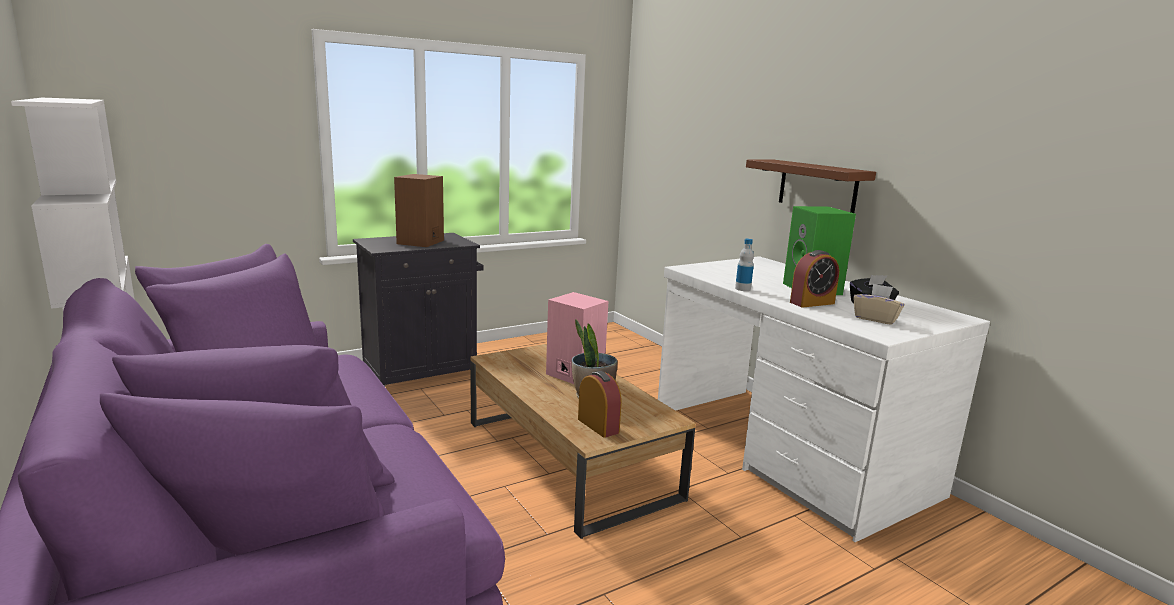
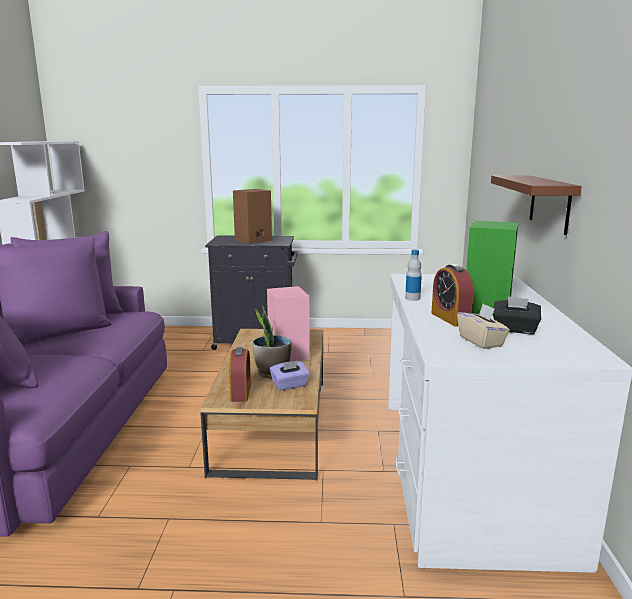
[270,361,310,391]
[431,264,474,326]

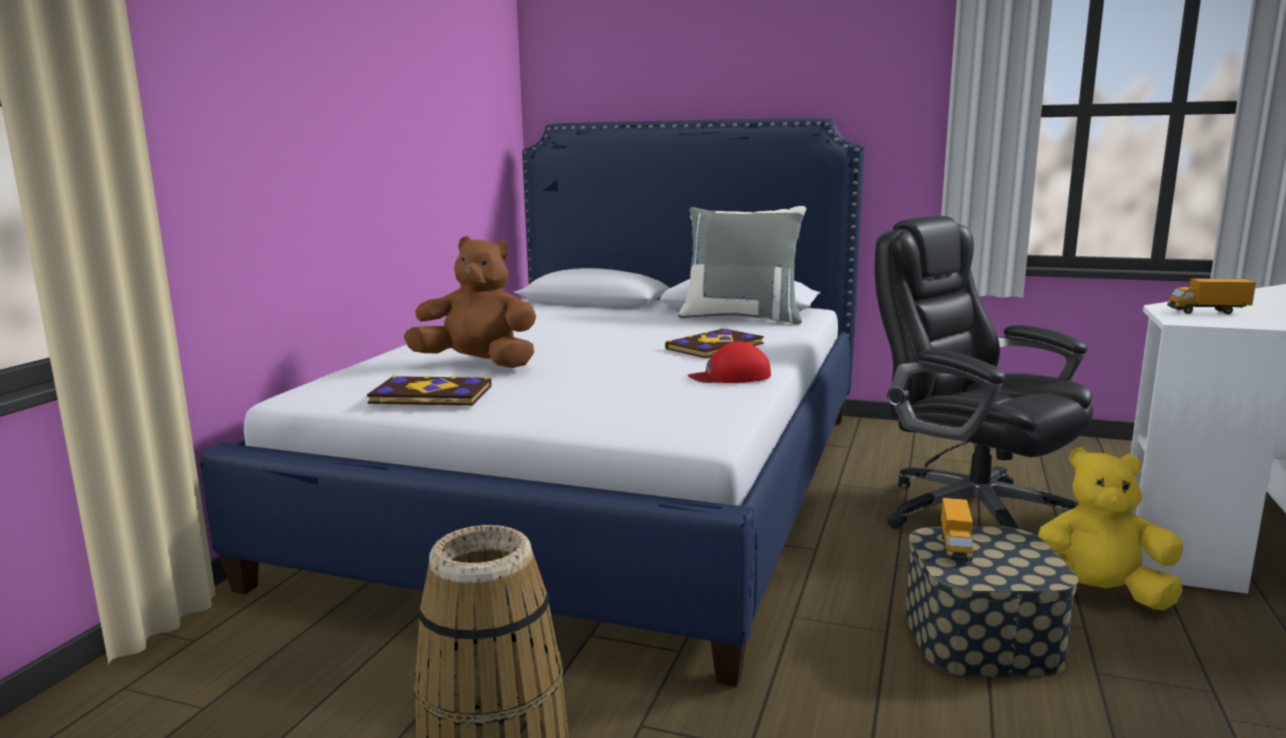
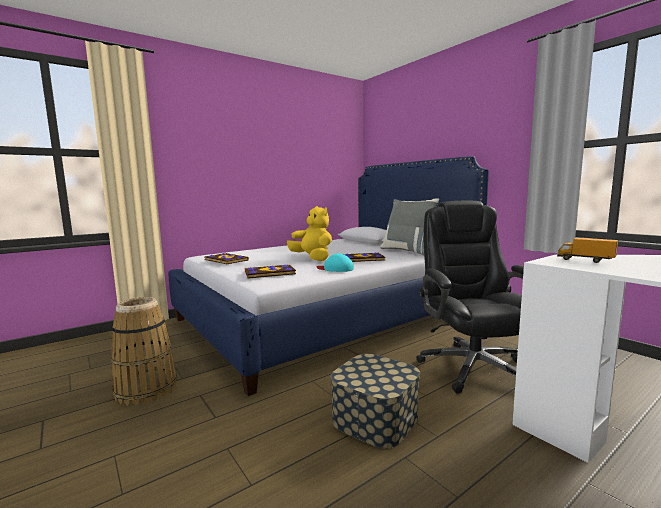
[245,264,296,279]
[287,206,332,261]
[317,253,354,272]
[404,236,536,368] (first image)
[941,498,973,561] (first image)

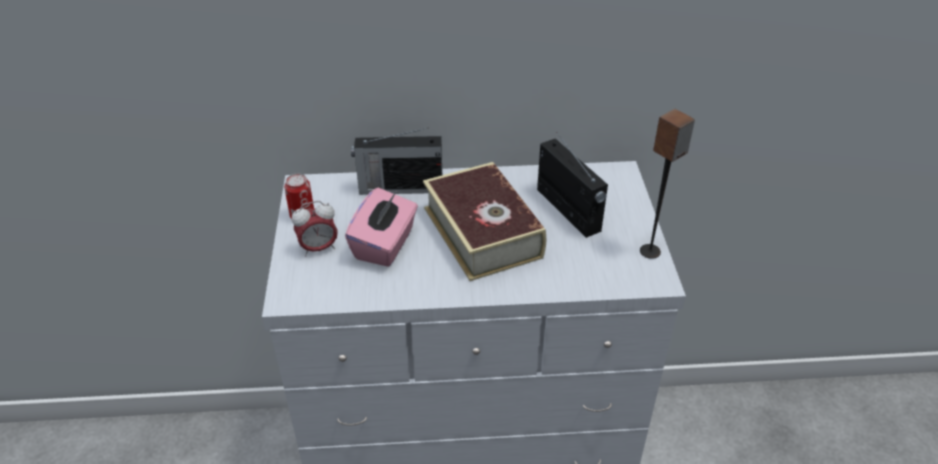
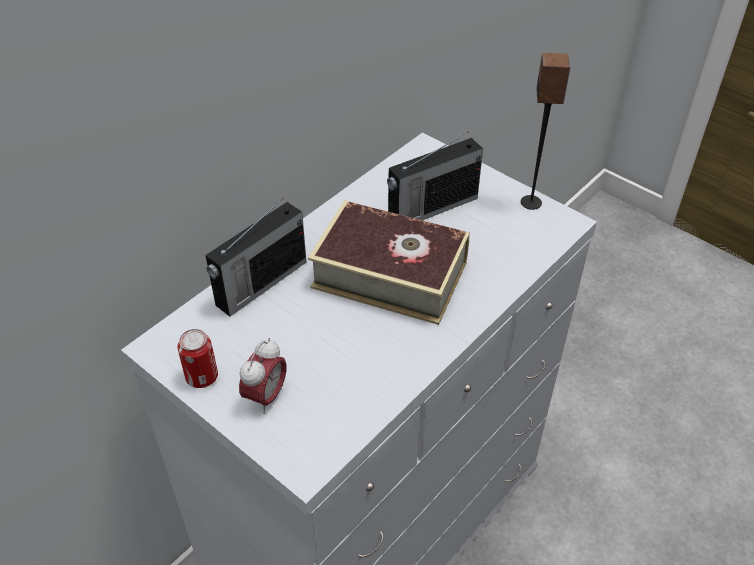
[387,132,483,220]
[345,188,418,267] (first image)

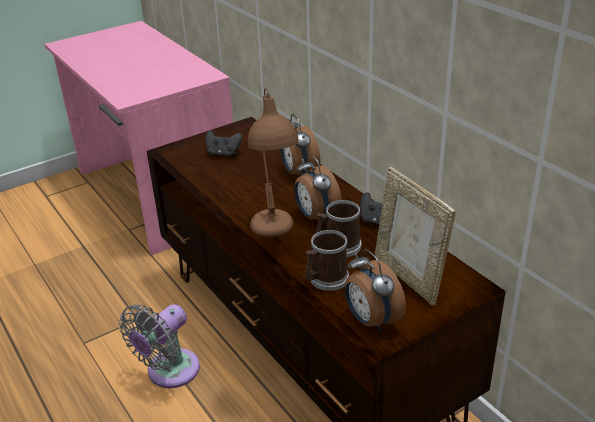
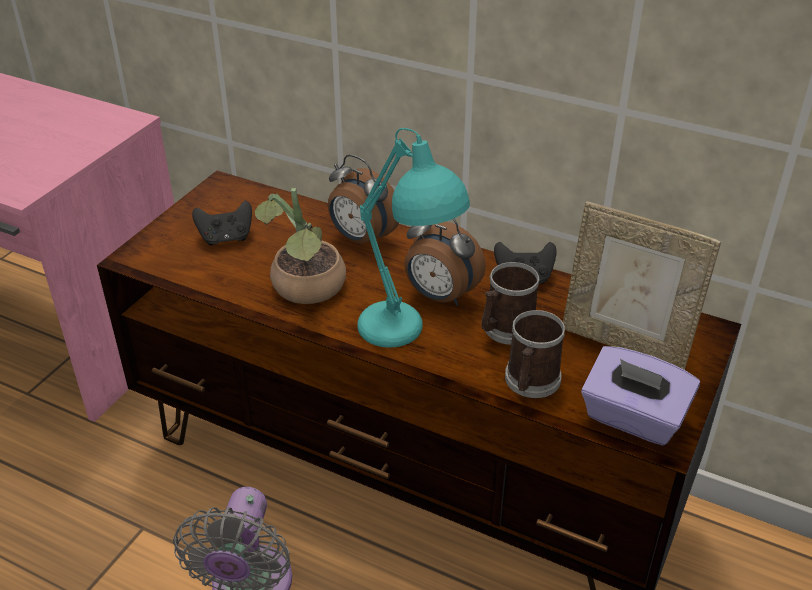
[255,188,346,304]
[357,128,470,348]
[581,346,700,446]

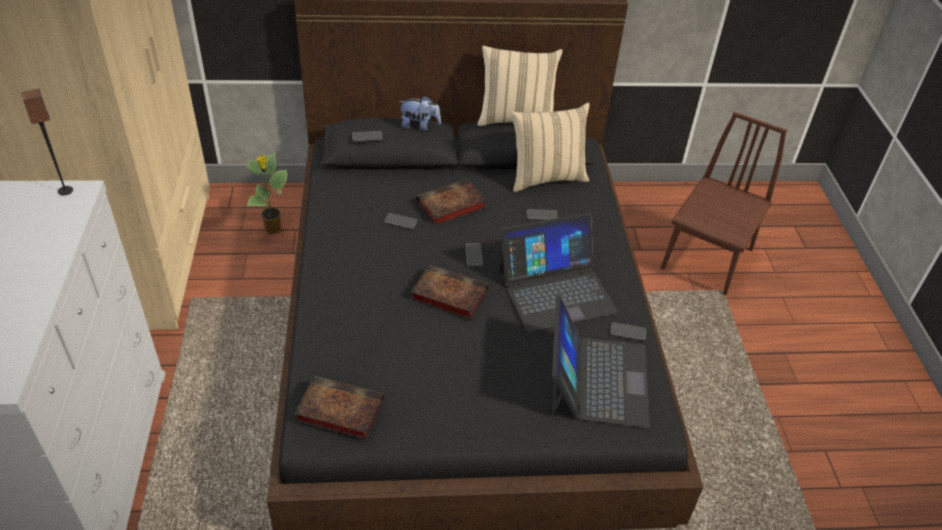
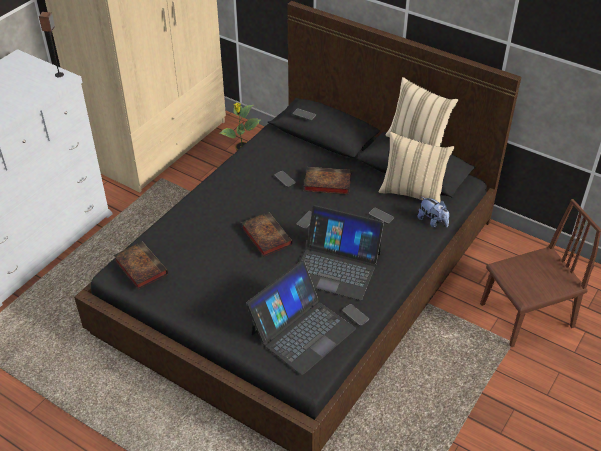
[418,197,449,228]

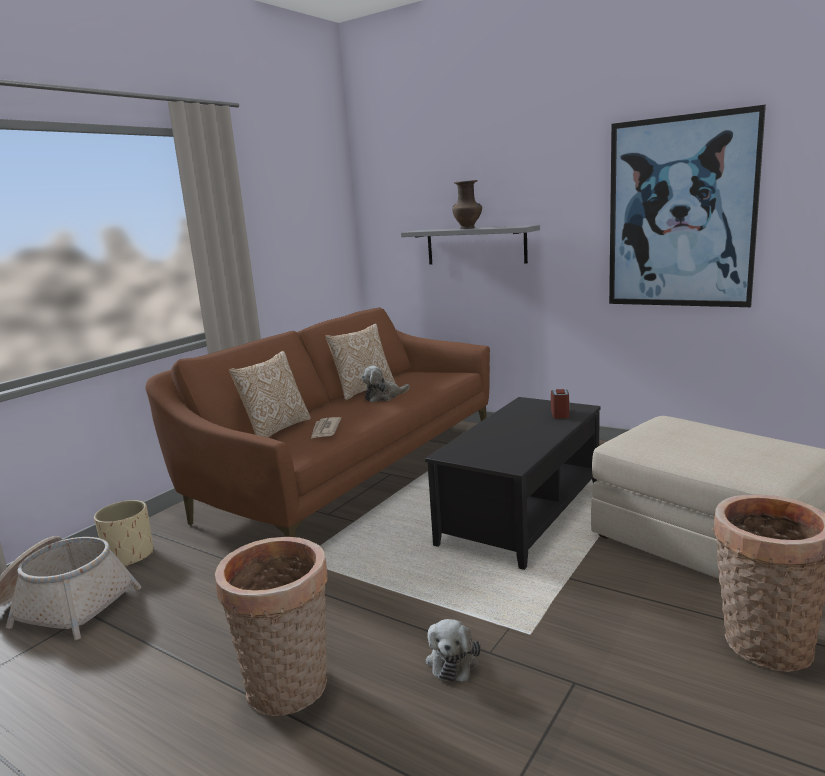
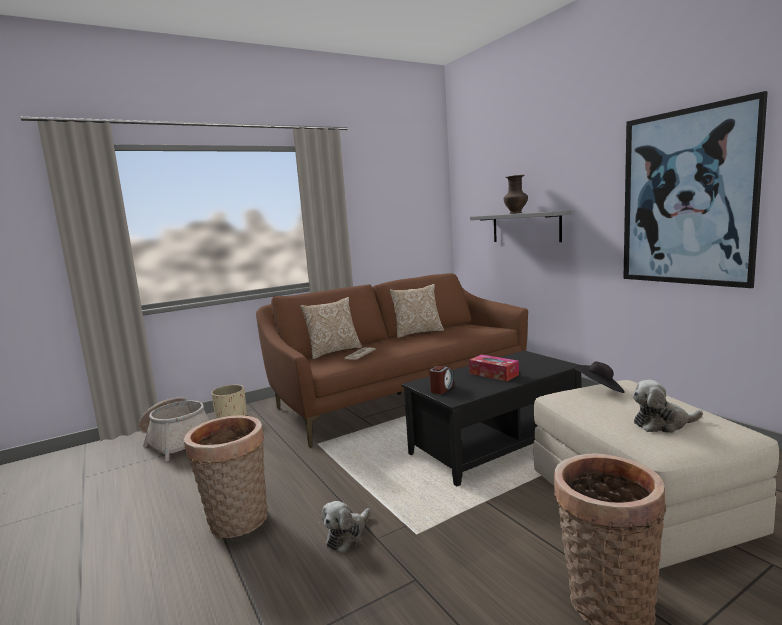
[429,366,454,394]
[469,354,519,381]
[574,361,625,393]
[632,380,703,433]

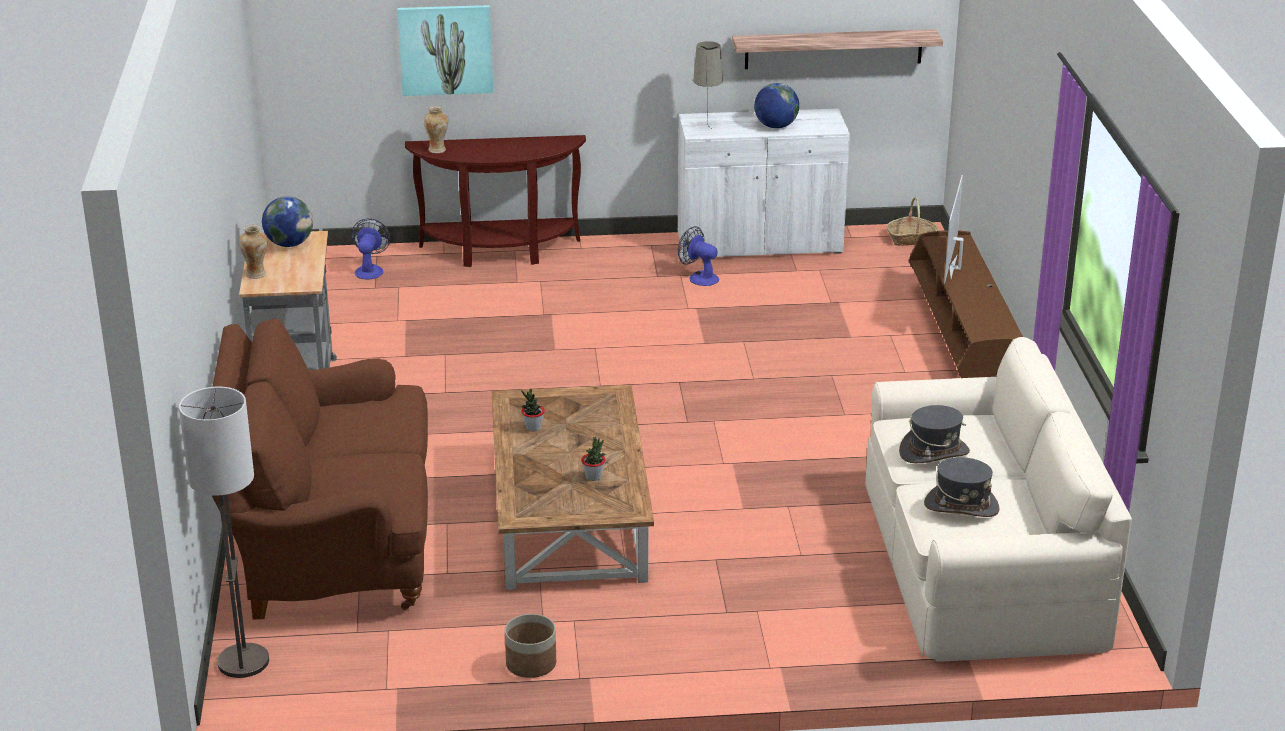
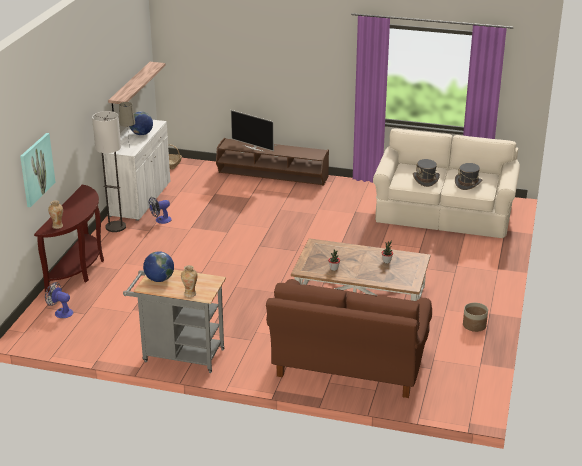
[92,111,126,232]

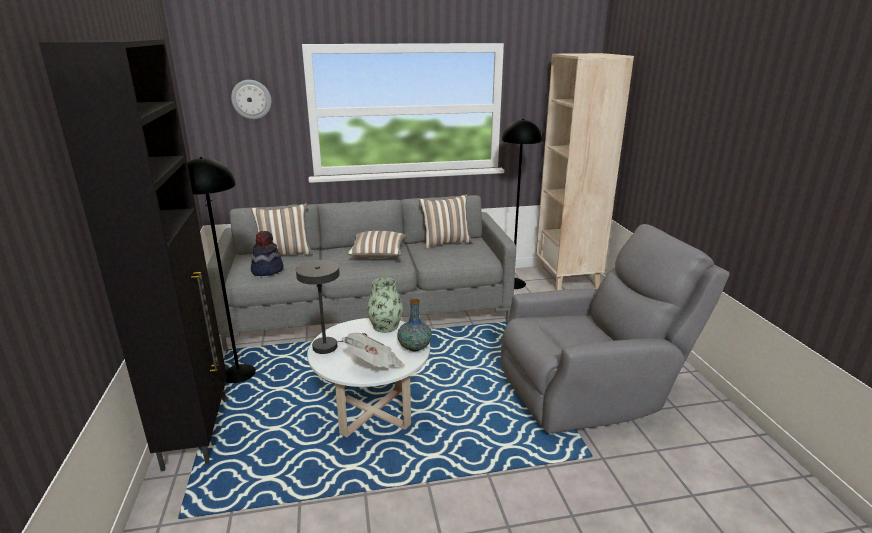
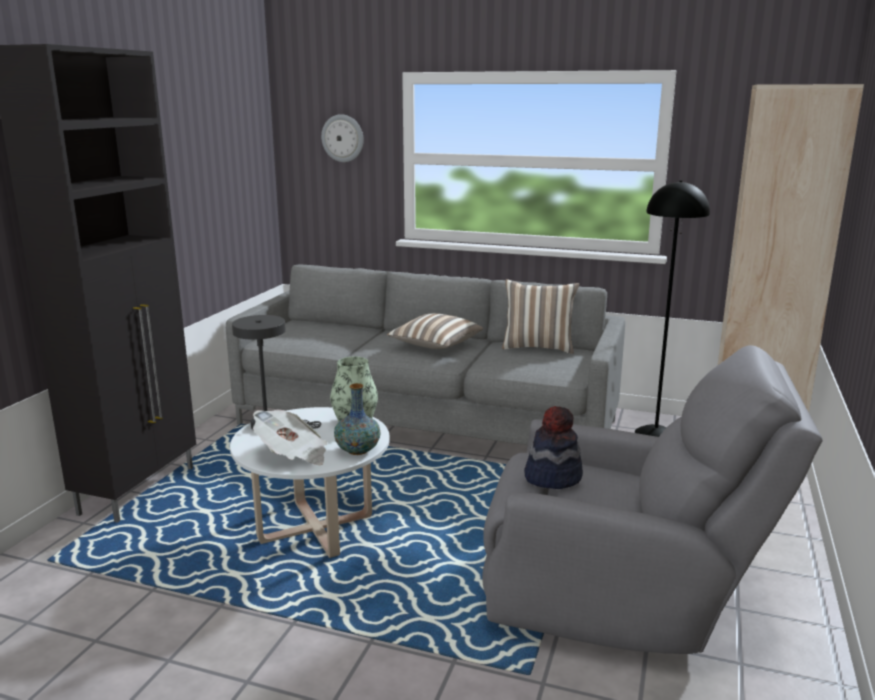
[524,406,583,489]
[187,157,256,383] (first image)
[251,203,313,255] (first image)

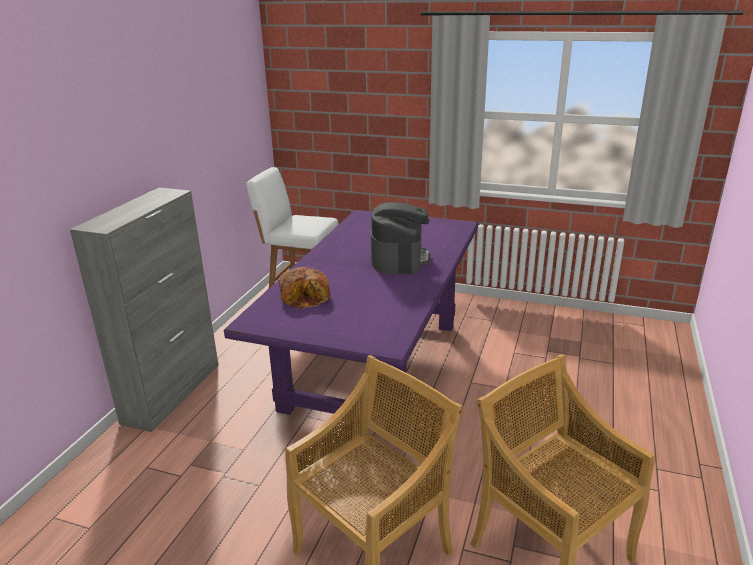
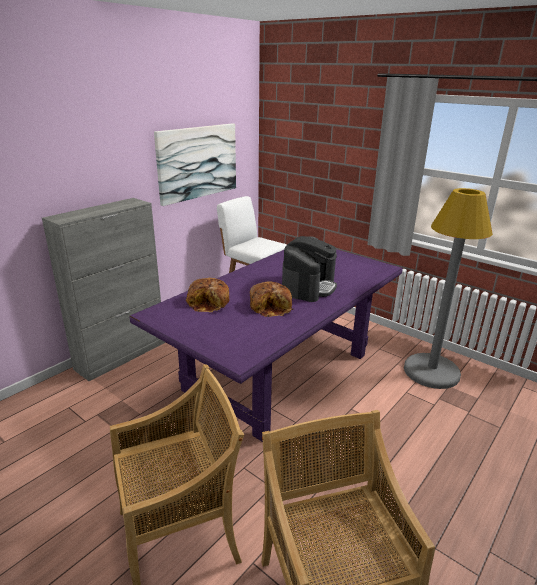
[154,123,236,206]
[250,281,293,317]
[404,188,493,389]

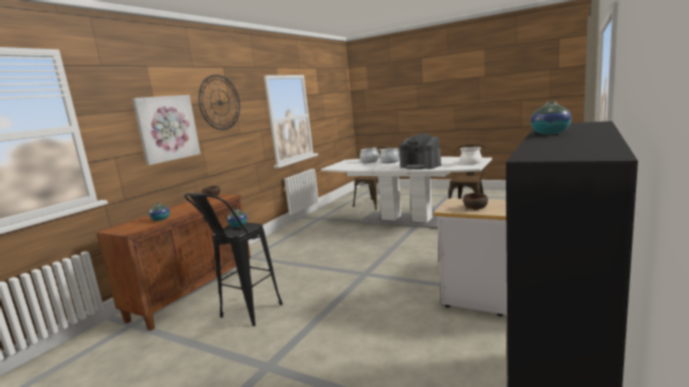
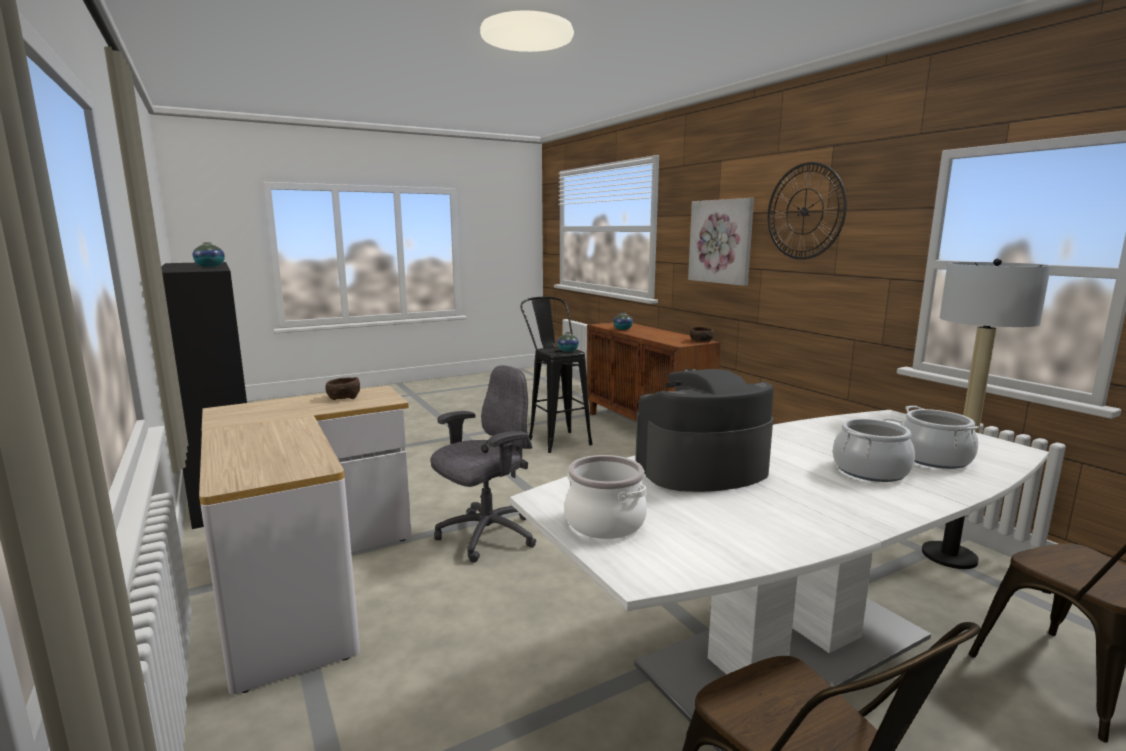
[431,365,536,562]
[922,258,1051,569]

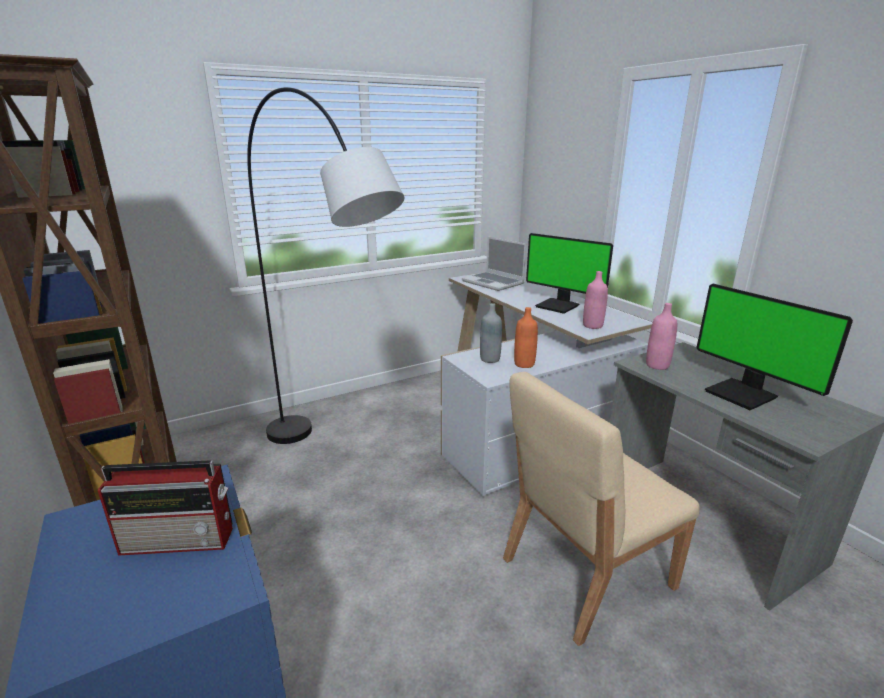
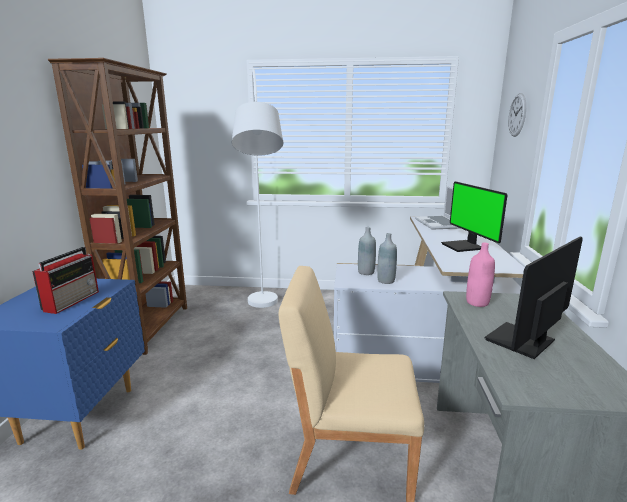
[32,247,99,314]
[232,69,283,308]
[377,233,397,284]
[485,237,583,359]
[508,93,526,137]
[583,271,608,329] (first image)

